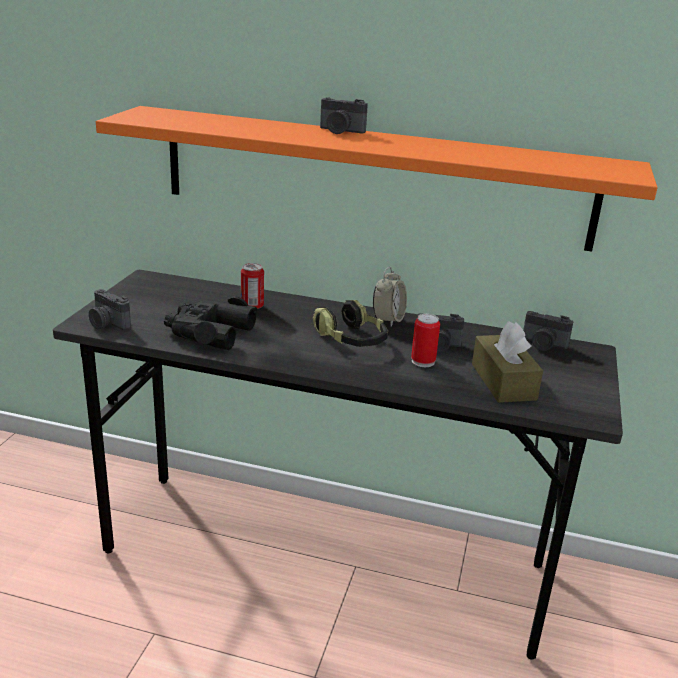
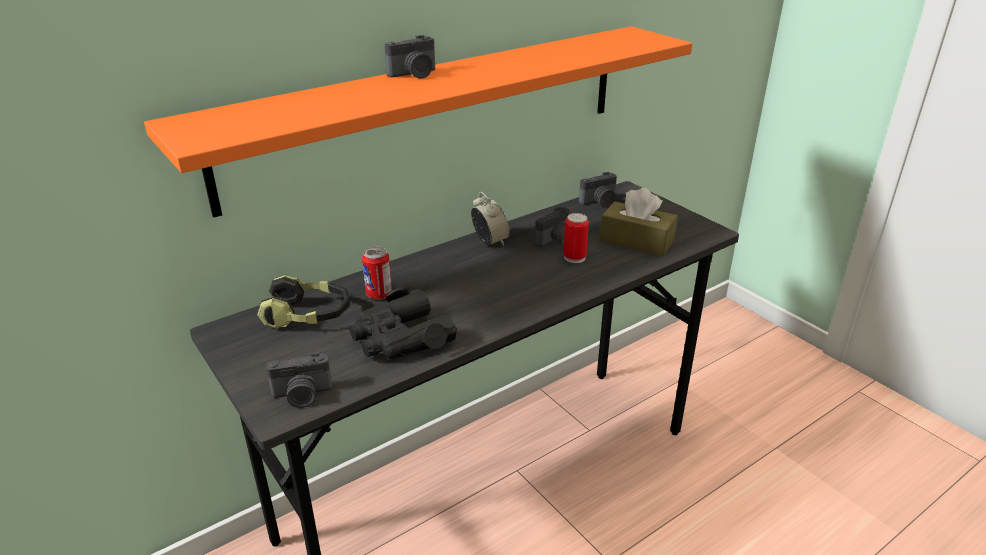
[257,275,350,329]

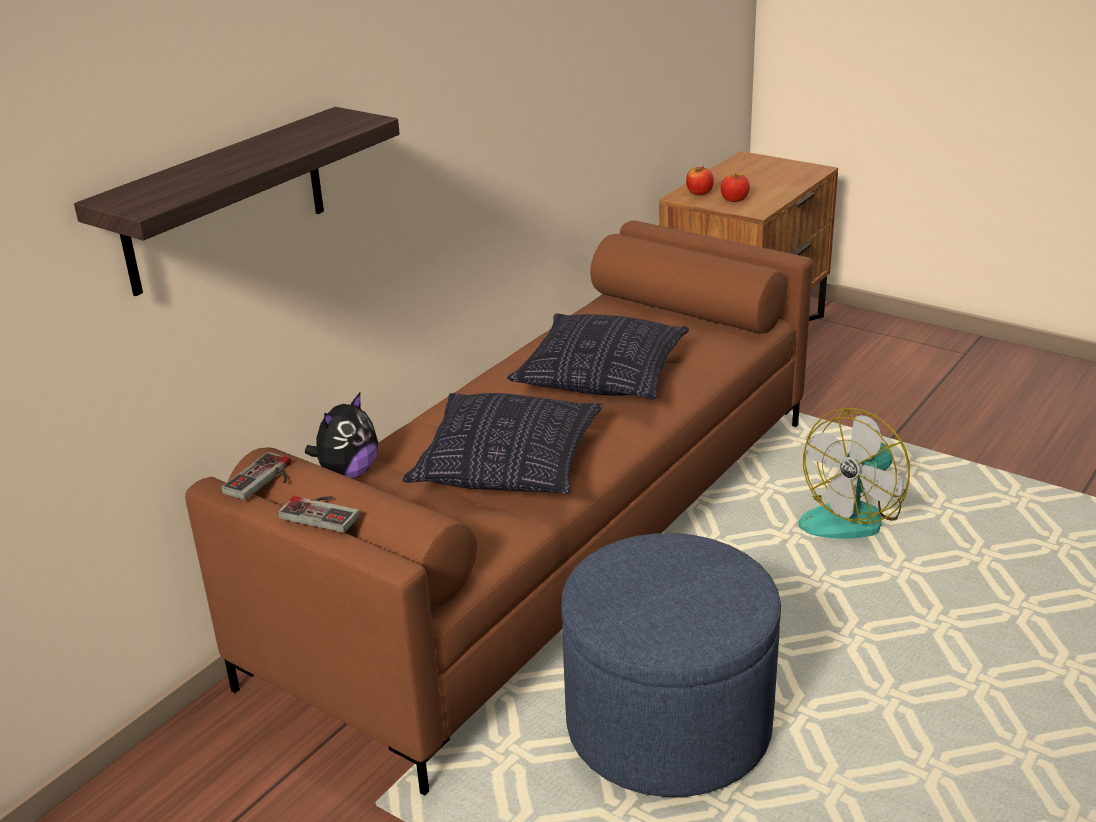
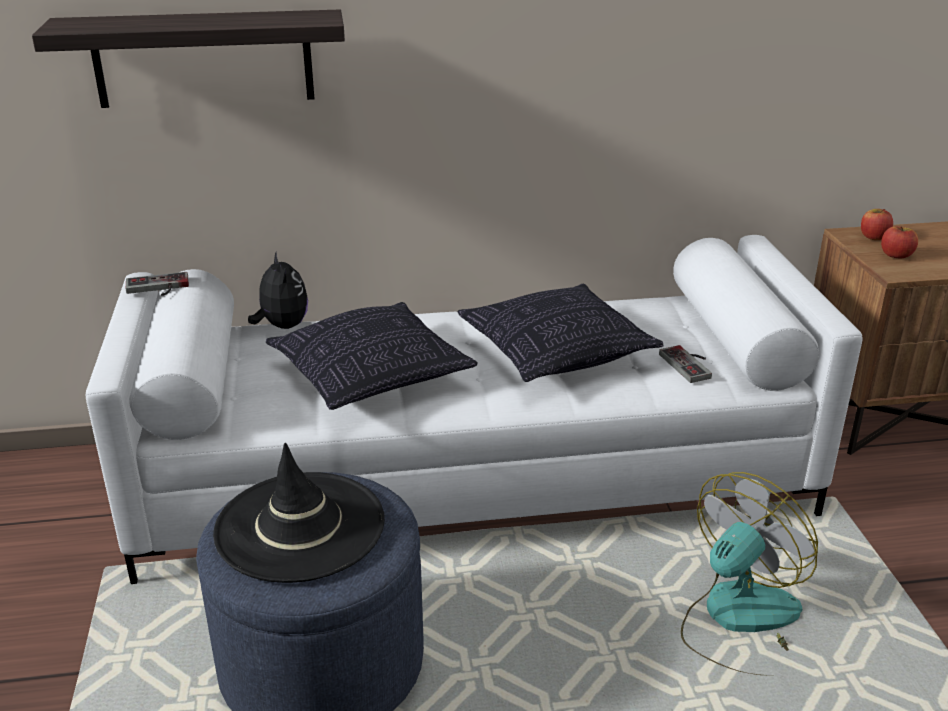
[86,235,863,584]
[213,443,385,583]
[248,252,308,329]
[659,345,712,383]
[681,472,818,675]

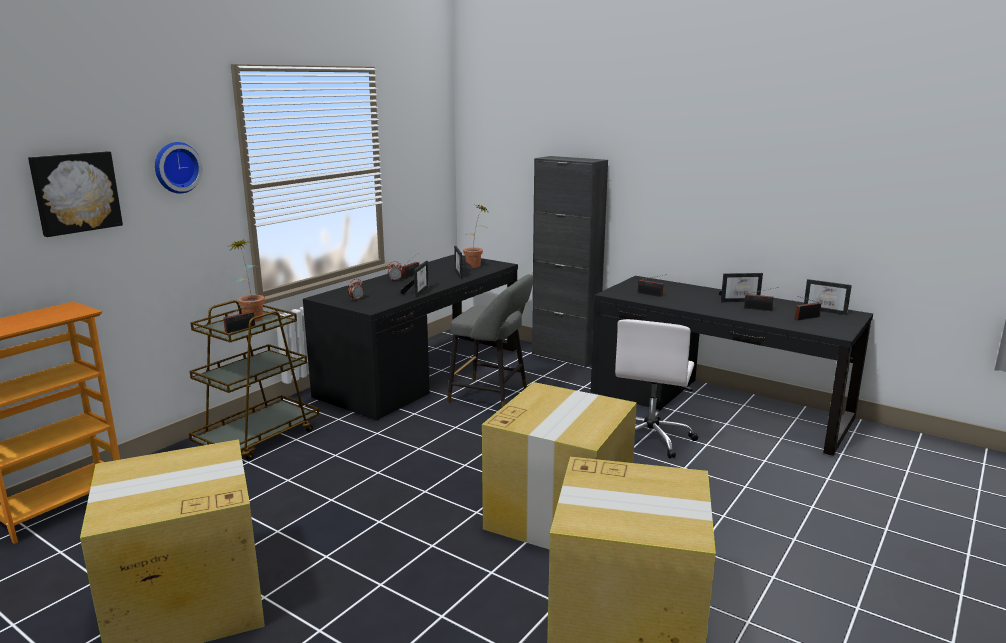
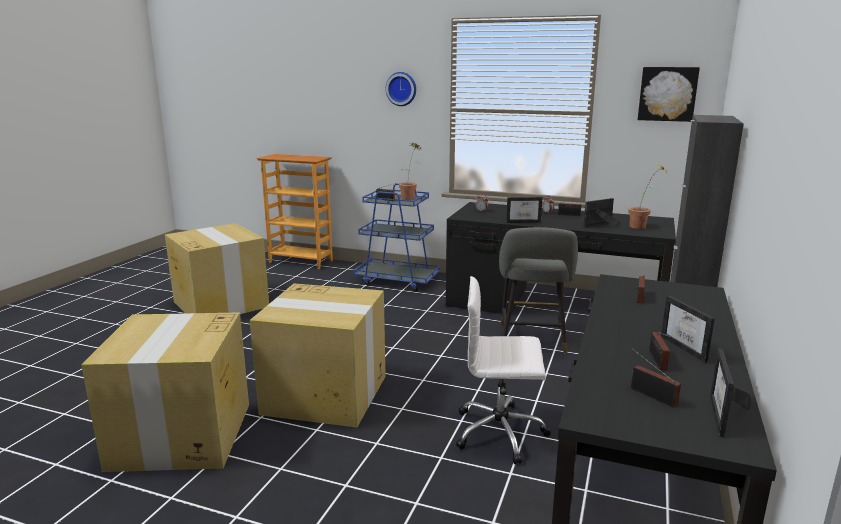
[354,183,440,292]
[638,67,700,122]

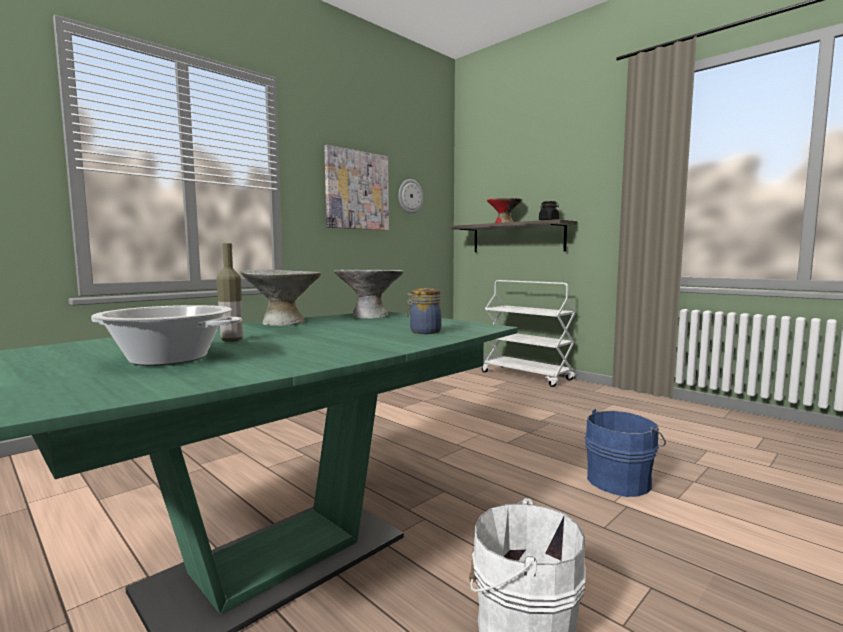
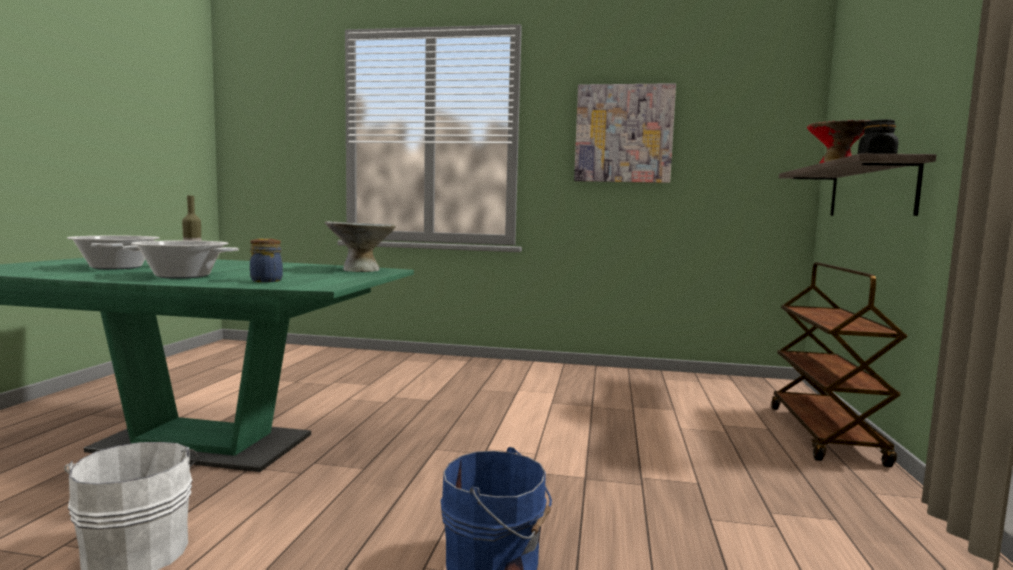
[123,240,239,279]
[771,262,907,467]
[240,270,321,326] (first image)
[399,179,423,214] (first image)

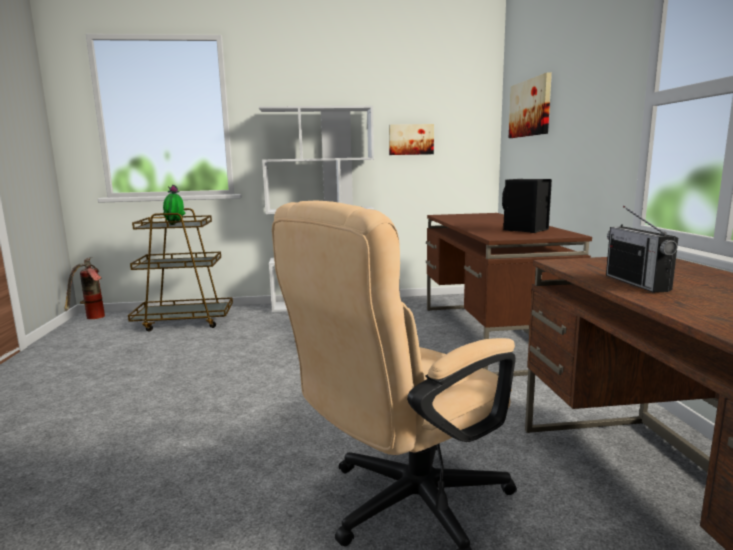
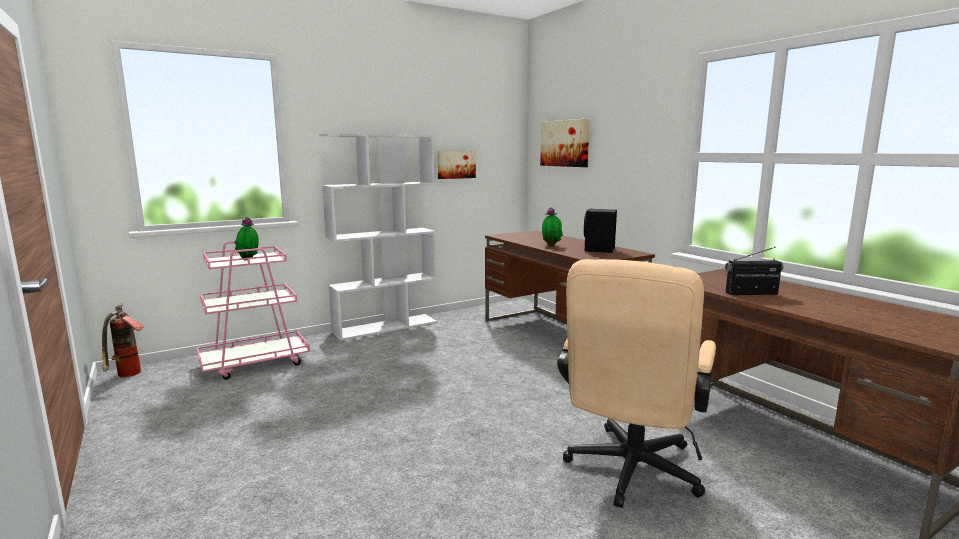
[197,241,310,380]
[542,207,563,246]
[725,247,783,296]

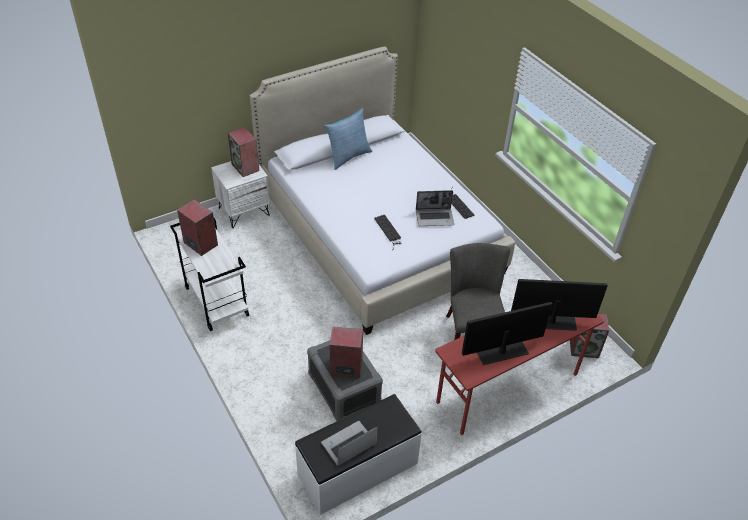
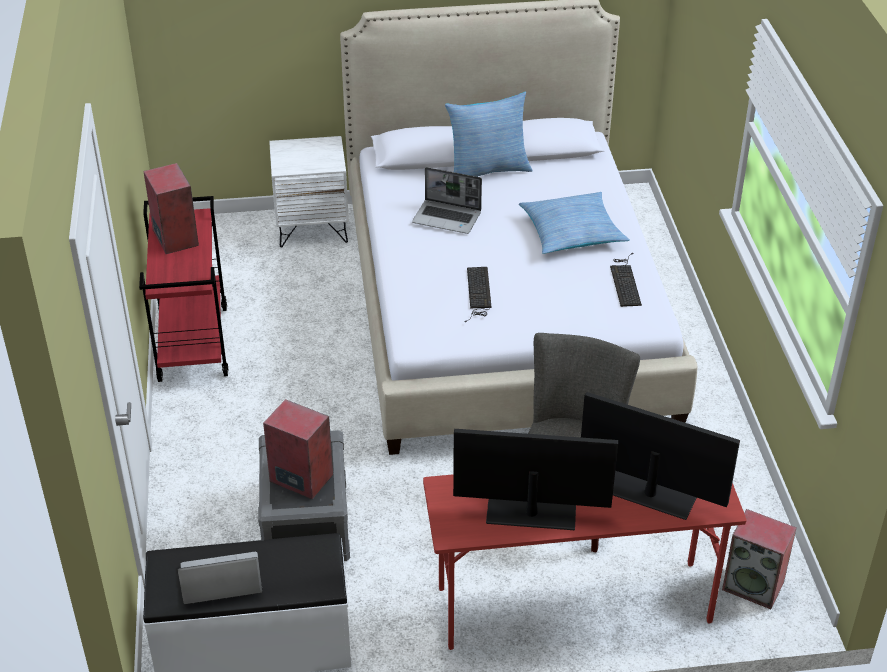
[139,196,228,382]
[412,167,482,234]
[519,192,630,254]
[228,127,259,177] (first image)

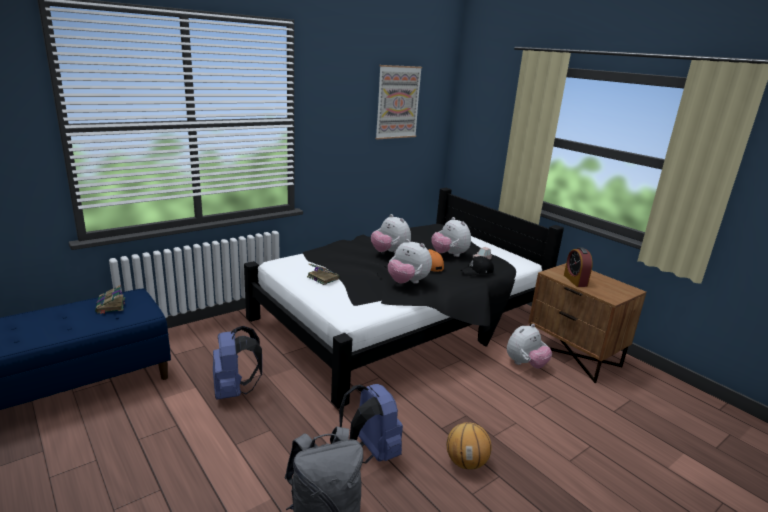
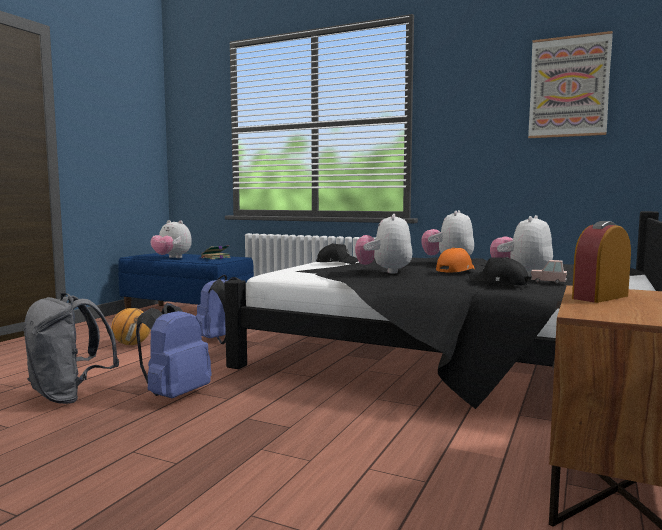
[111,308,151,345]
[151,220,192,258]
[316,243,358,264]

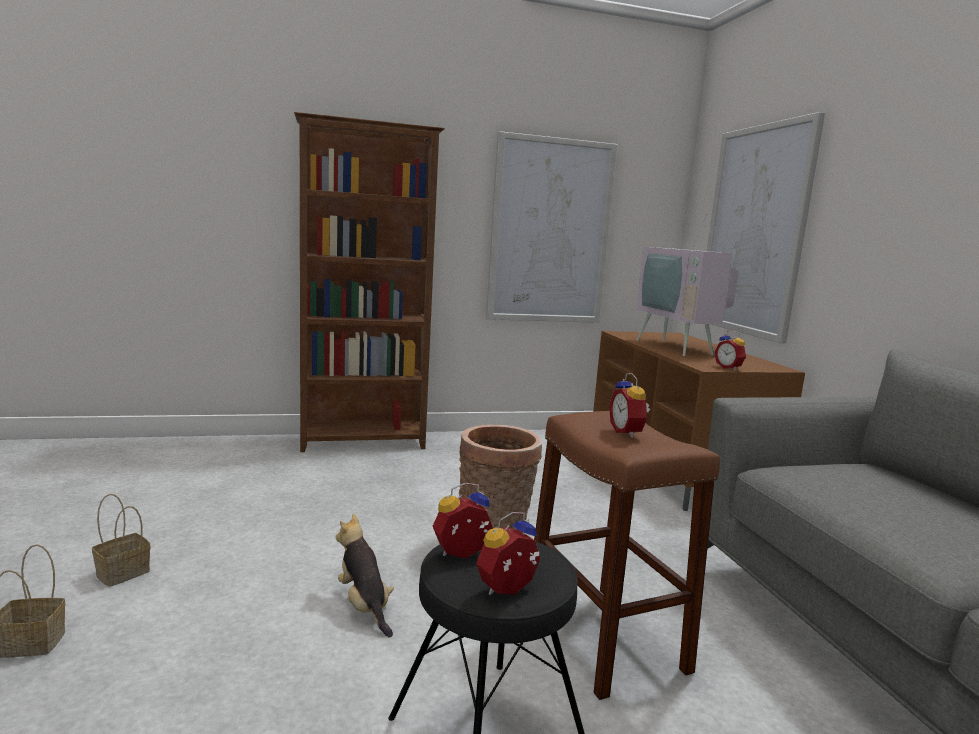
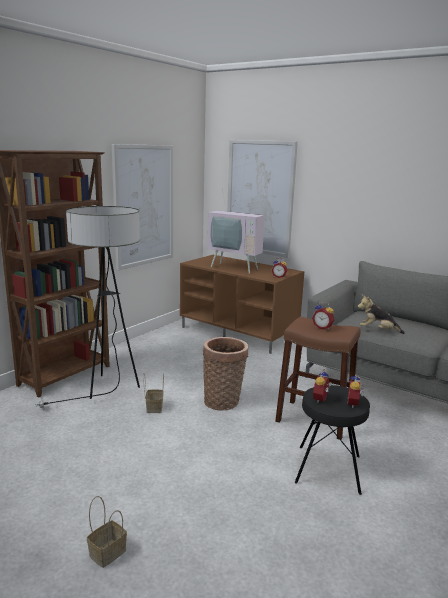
[35,206,140,411]
[143,373,164,413]
[357,295,405,334]

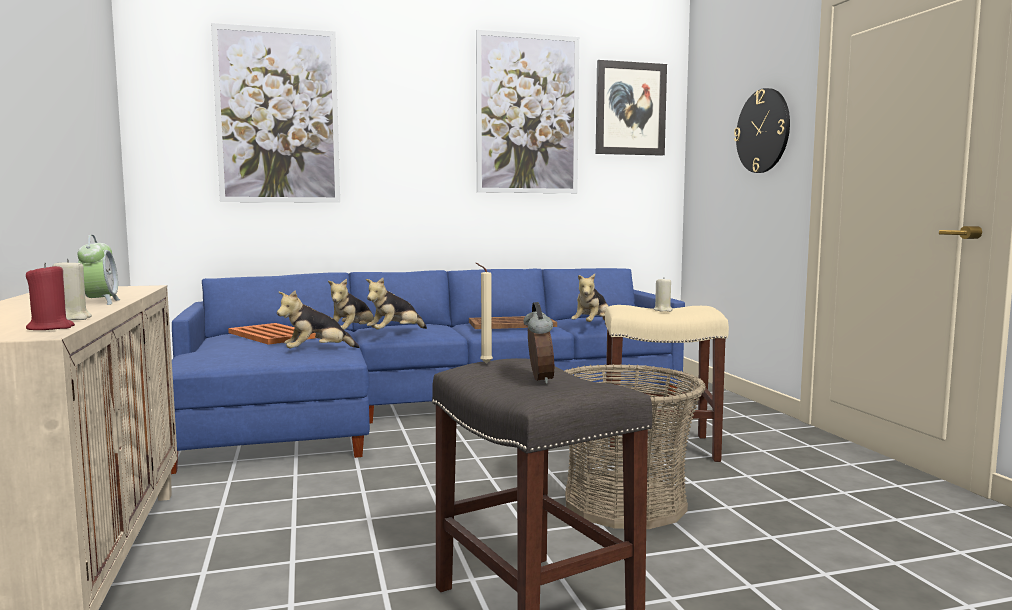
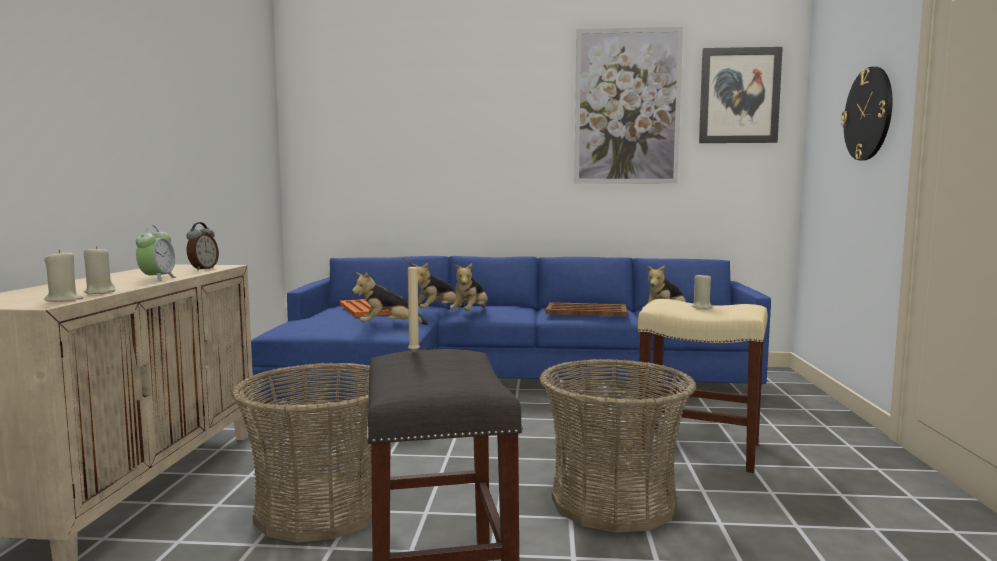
[44,250,83,302]
[186,222,219,270]
[231,363,372,543]
[450,263,488,311]
[211,23,340,203] (first image)

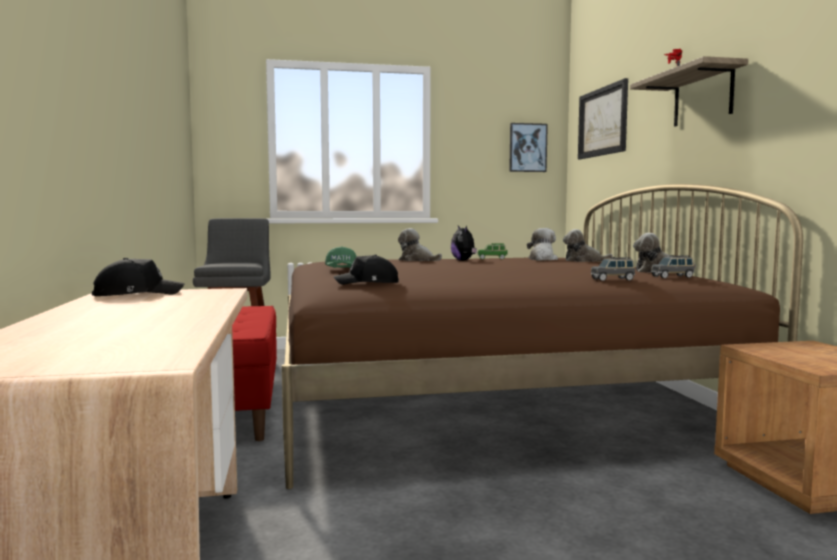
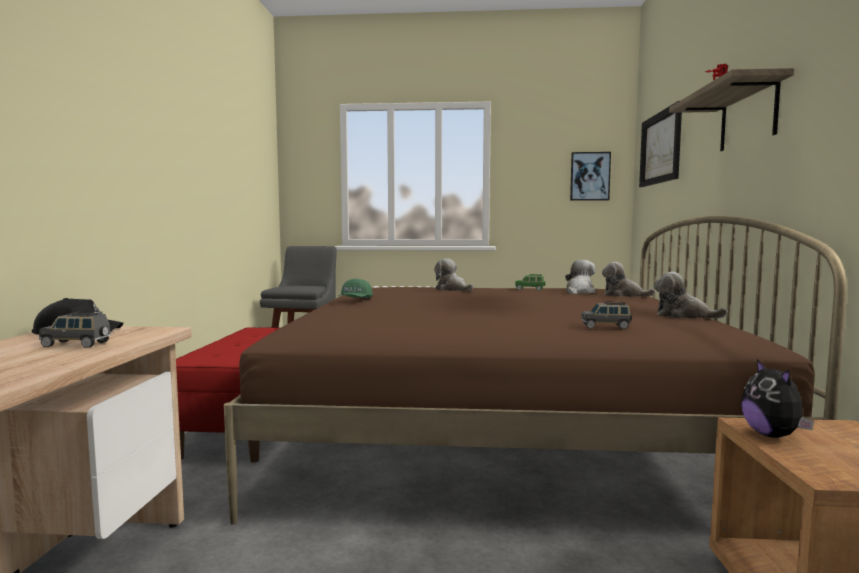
[39,311,111,348]
[741,359,814,438]
[333,255,399,285] (first image)

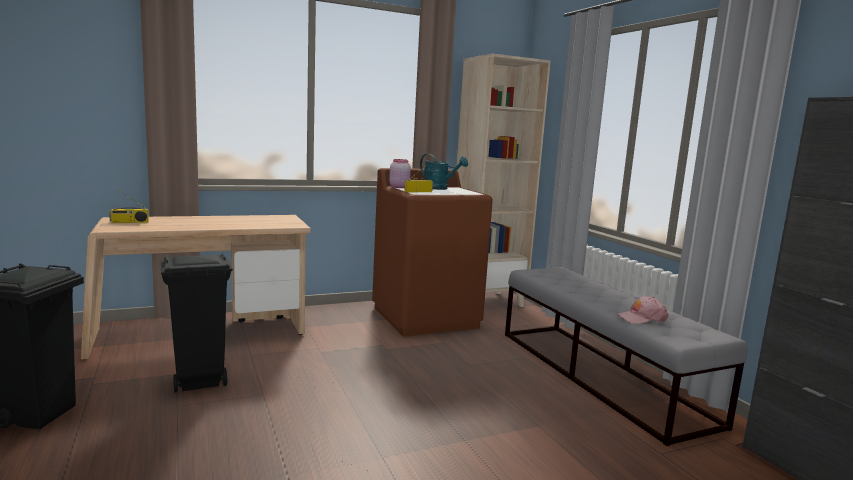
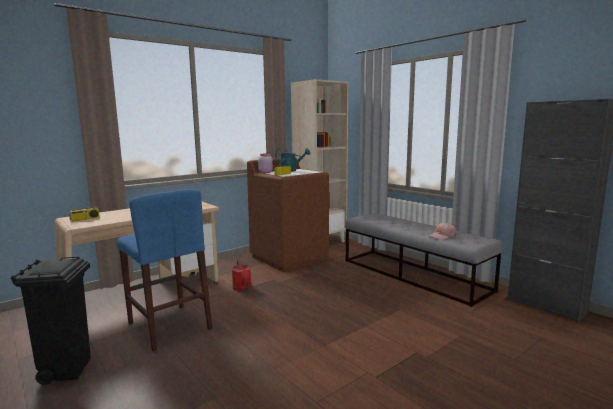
[117,189,212,352]
[232,259,252,291]

